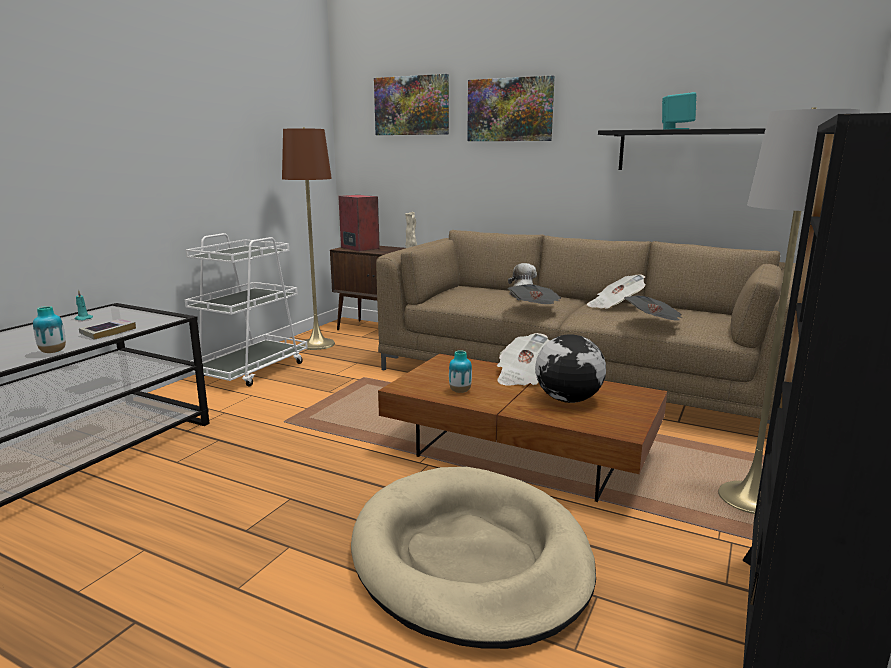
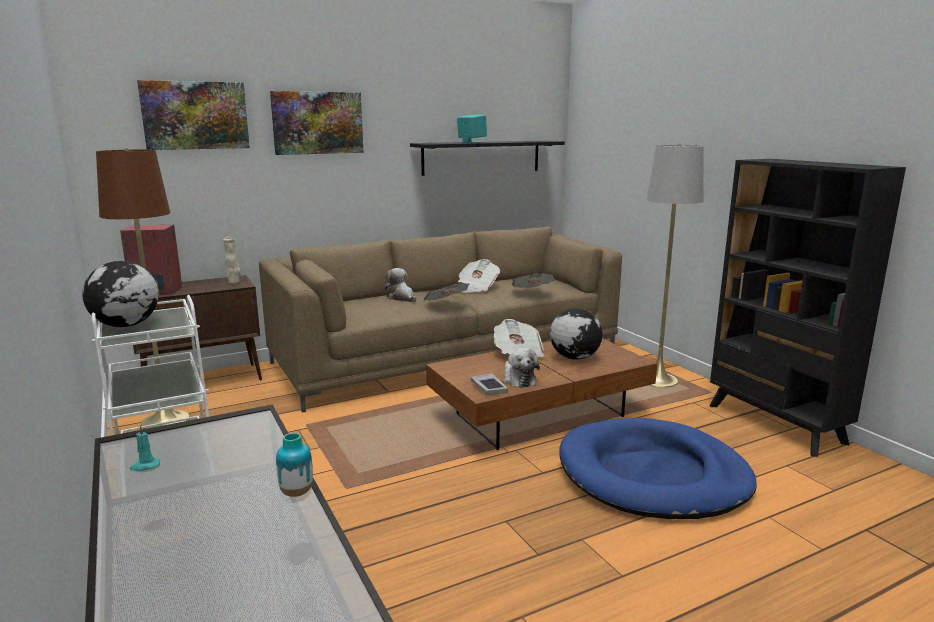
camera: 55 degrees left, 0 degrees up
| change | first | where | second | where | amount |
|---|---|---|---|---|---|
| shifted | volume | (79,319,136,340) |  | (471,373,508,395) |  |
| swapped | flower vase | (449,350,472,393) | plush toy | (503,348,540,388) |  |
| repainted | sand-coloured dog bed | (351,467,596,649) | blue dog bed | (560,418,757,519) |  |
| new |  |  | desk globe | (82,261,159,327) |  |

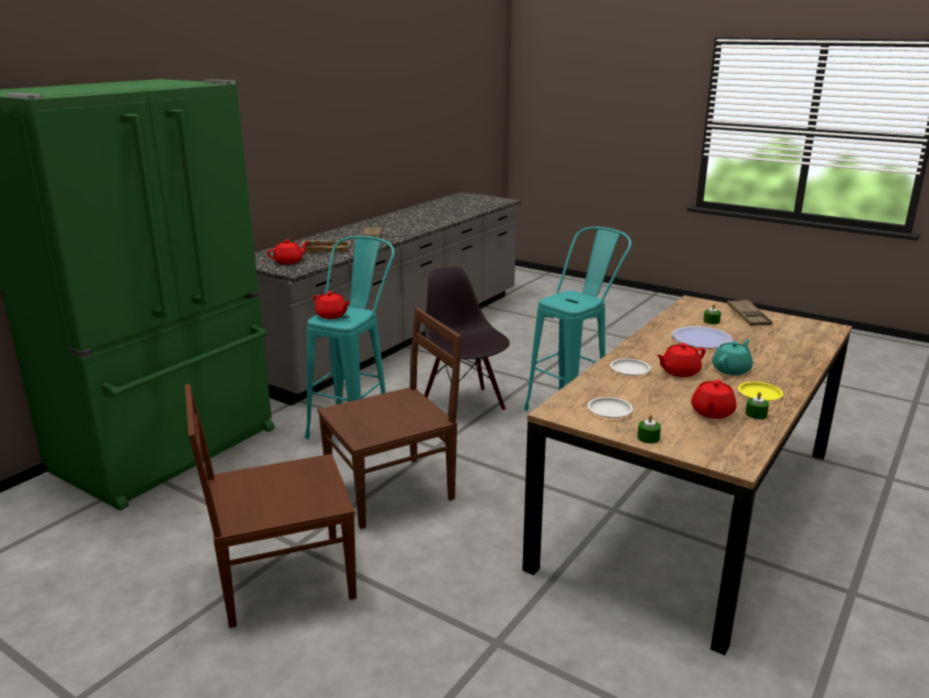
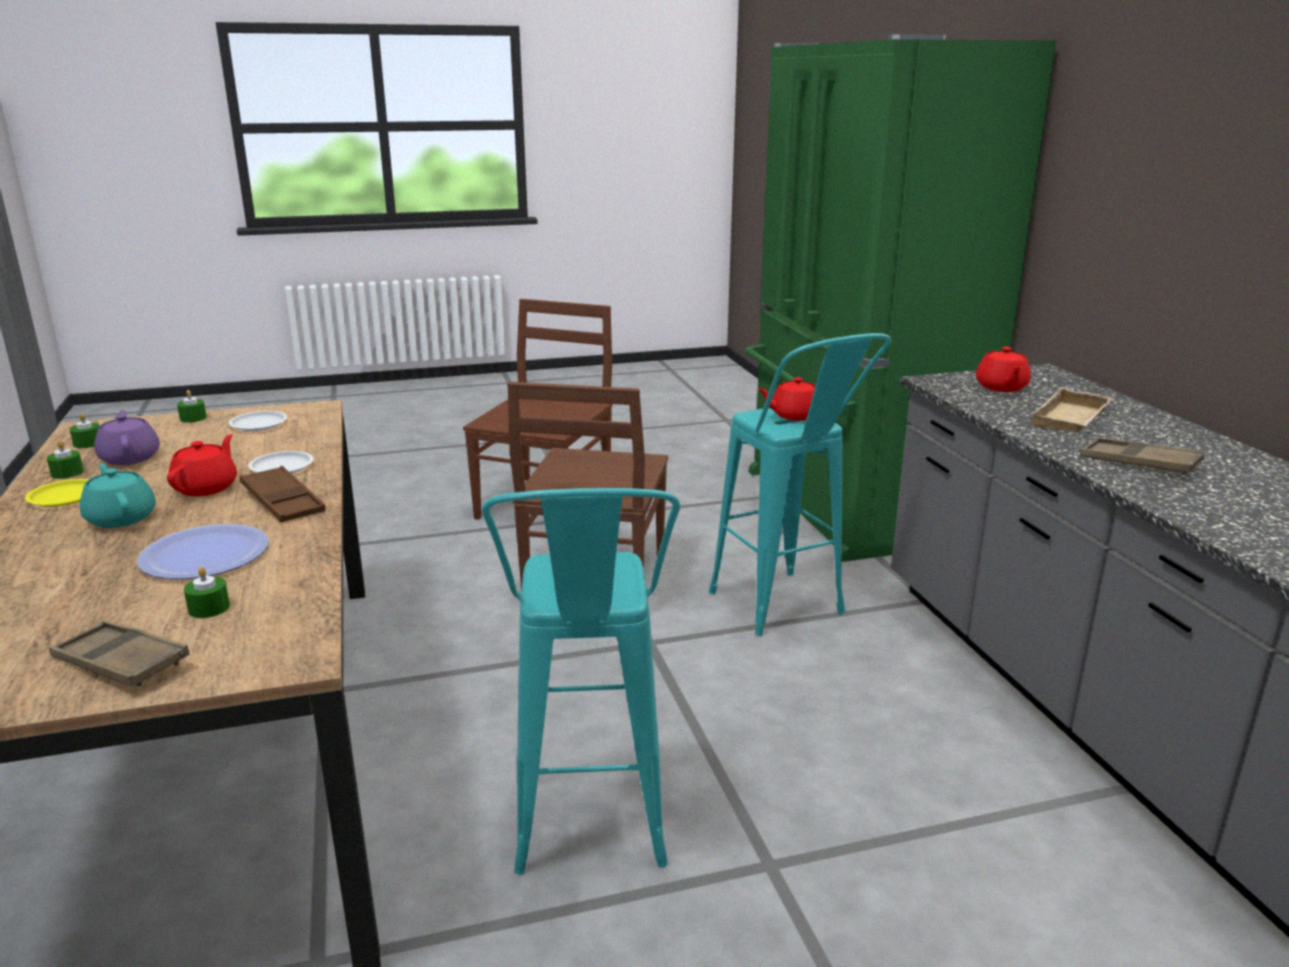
camera: 130 degrees right, 0 degrees up
| change | first | where | second | where | amount |
|---|---|---|---|---|---|
| gone | black upright chair | (424,267,510,416) |  |  |  |
| rotated | turquoise pot for tea | (712,339,753,375) |  | (80,463,156,528) | 150 degrees clockwise |
| repainted | red-coloured pot for tea | (691,380,736,419) | purple pot for tea | (94,410,160,465) |  |
| new |  |  | greenish wax candle | (70,413,100,448) |  |
| new |  |  | brownish tray | (239,466,326,523) |  |

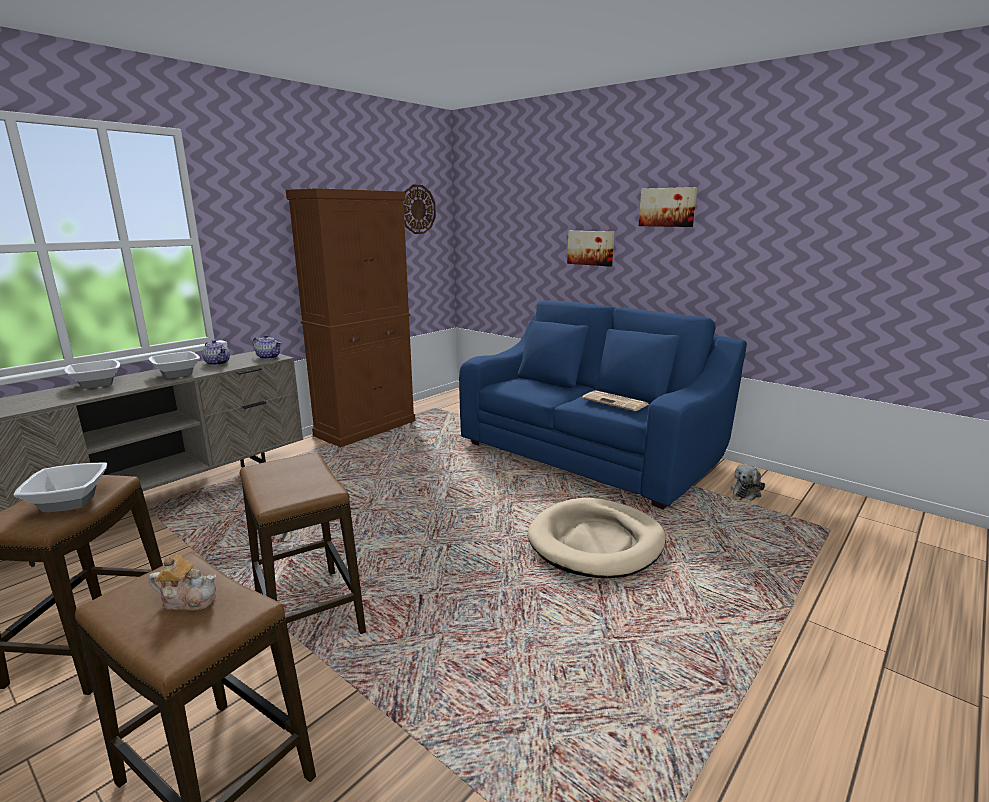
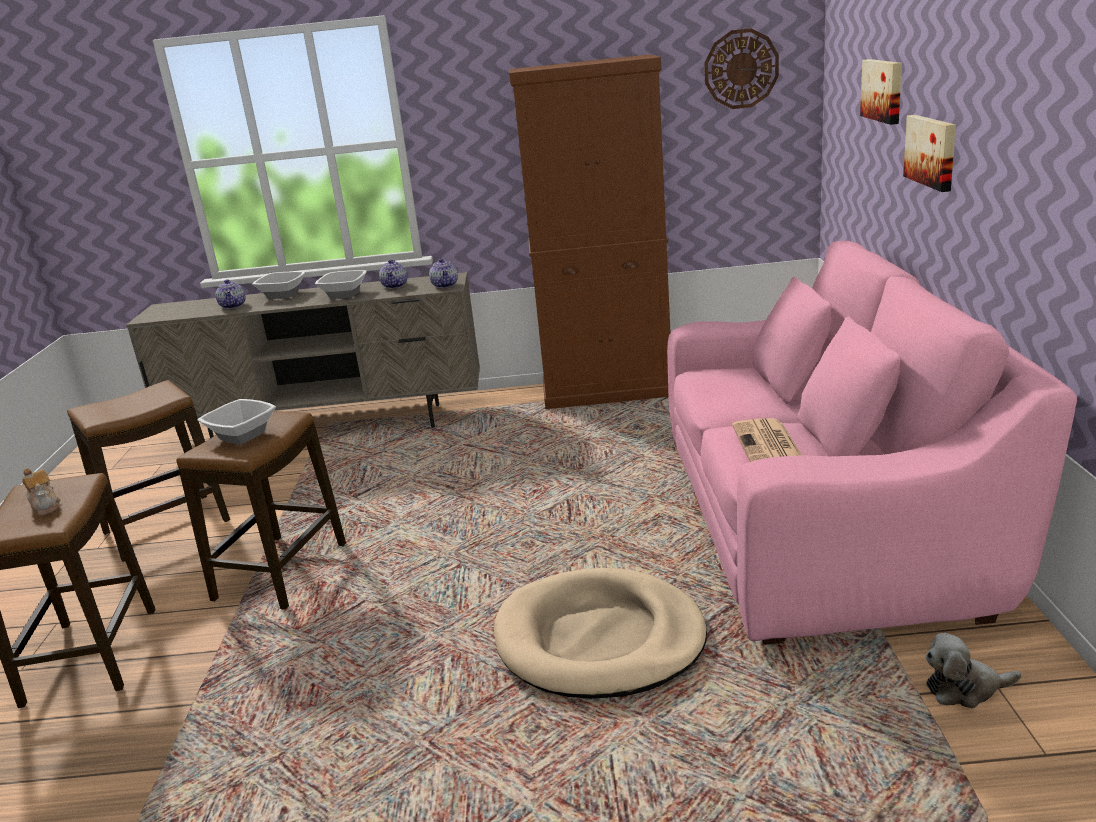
camera: 50 degrees right, 5 degrees up
| change | first | where | second | where | amount |
|---|---|---|---|---|---|
| shifted | picture | (639,187,697,227) |  | (860,59,902,125) |  |
| repainted | blue settee | (459,300,747,509) | pink-coloured settee | (667,241,1077,645) |  |
| shifted | serving bowl | (13,463,107,512) |  | (197,399,276,444) |  |
| new |  |  | pot for tea | (215,279,245,309) |  |

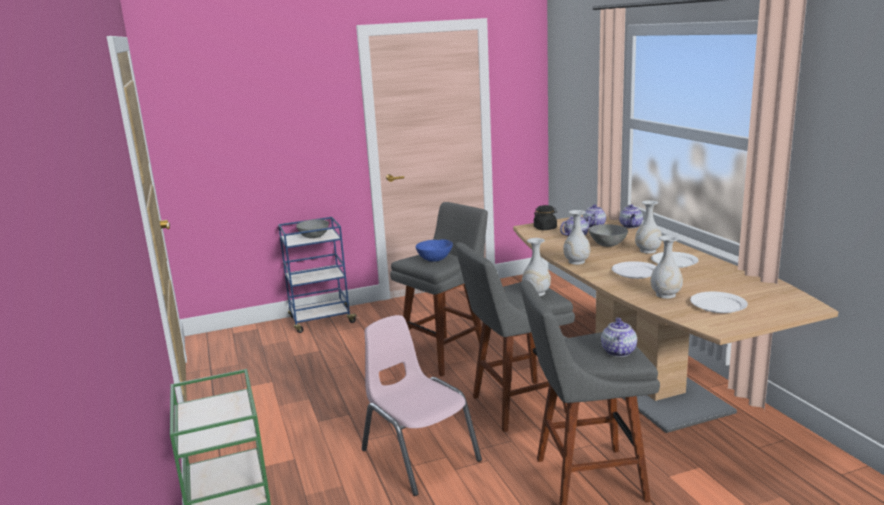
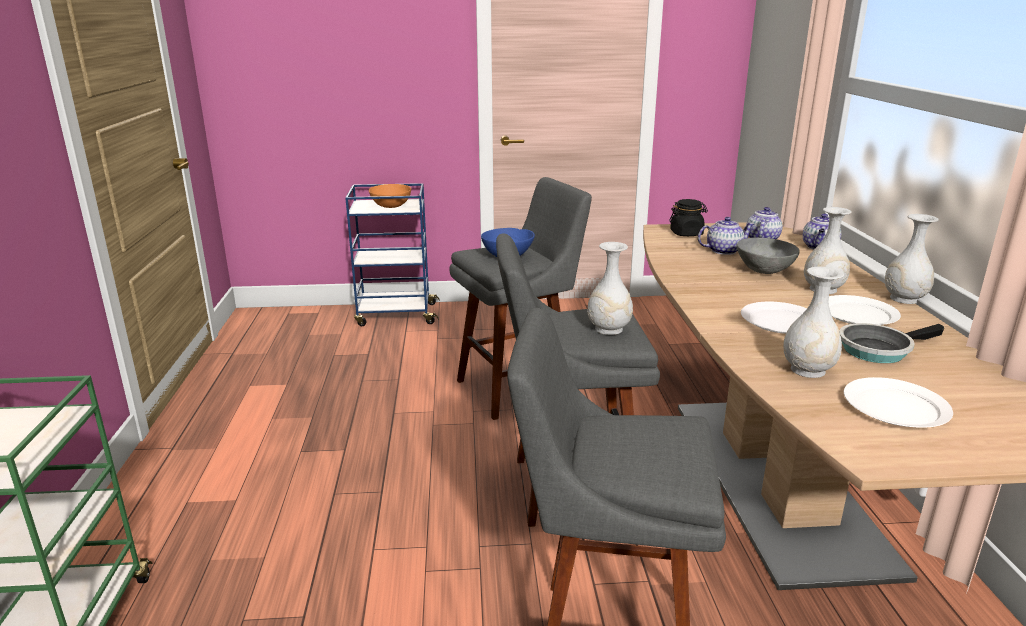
camera: 15 degrees right, 5 degrees up
| change | first | where | second | where | amount |
|---|---|---|---|---|---|
| shifted | white-coloured flower vase | (563,210,590,265) |  | (885,214,939,304) |  |
| repainted | gray serving bowl | (296,219,329,238) | orange serving bowl | (369,184,411,208) |  |
| gone | pink-coloured upright chair | (362,315,482,496) |  |  |  |
| gone | pot for tea | (601,318,637,357) |  |  |  |
| new |  |  | frying pan | (839,323,944,363) |  |

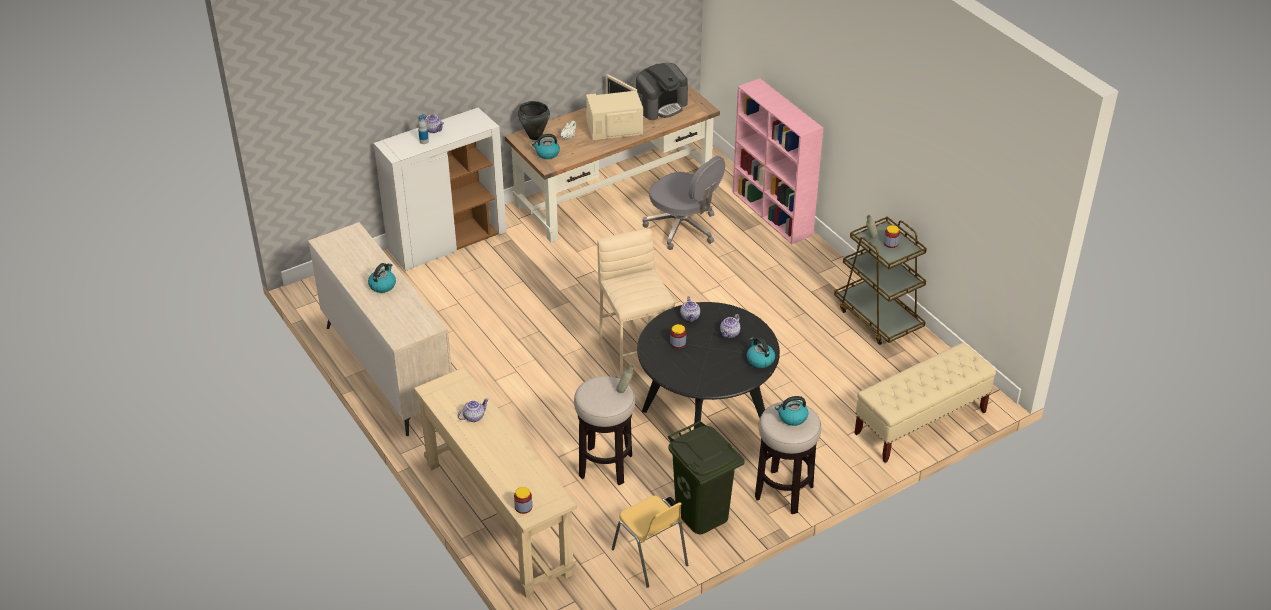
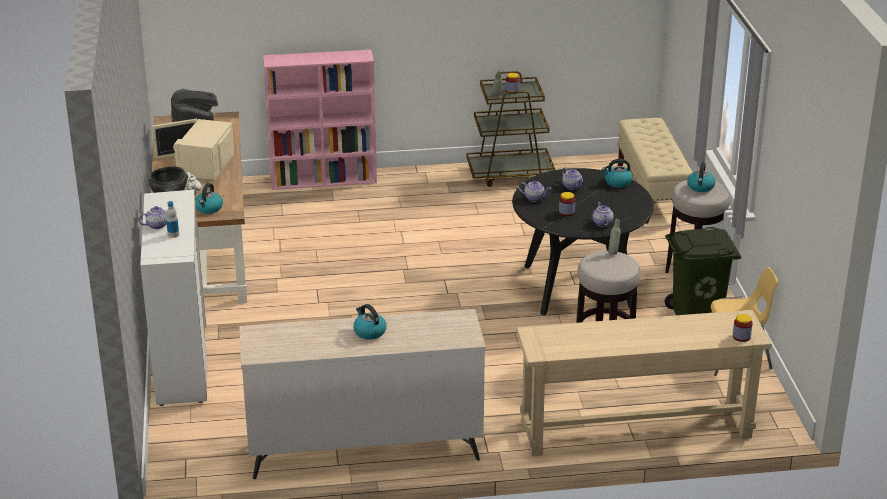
camera: 65 degrees left, 10 degrees down
| change | first | where | second | where | amount |
|---|---|---|---|---|---|
| gone | gray desk chair | (643,156,725,250) |  |  |  |
| gone | sand-coloured sitting stool | (597,228,675,379) |  |  |  |
| shifted | pot for tea | (458,398,489,422) |  | (593,202,614,227) |  |

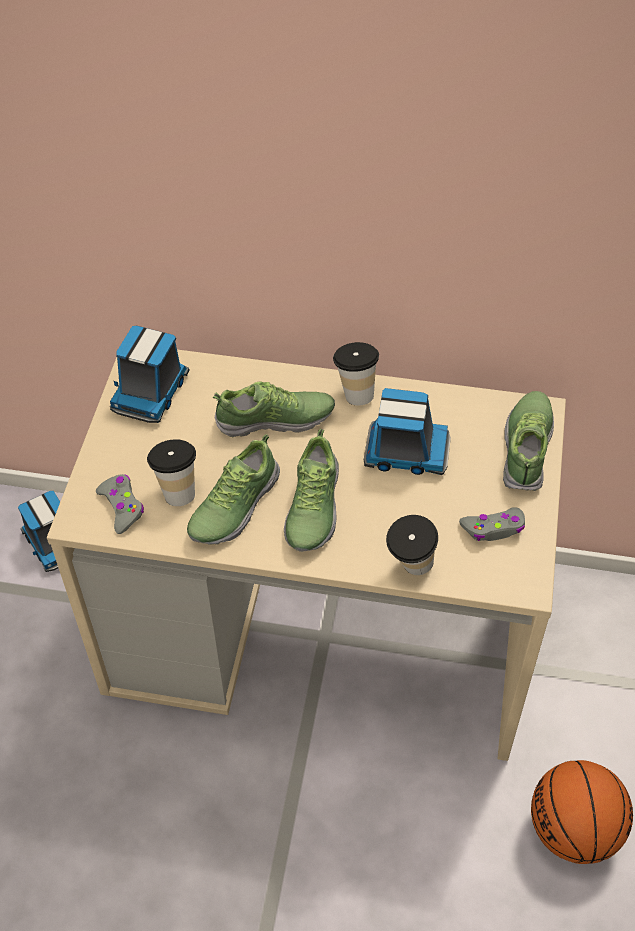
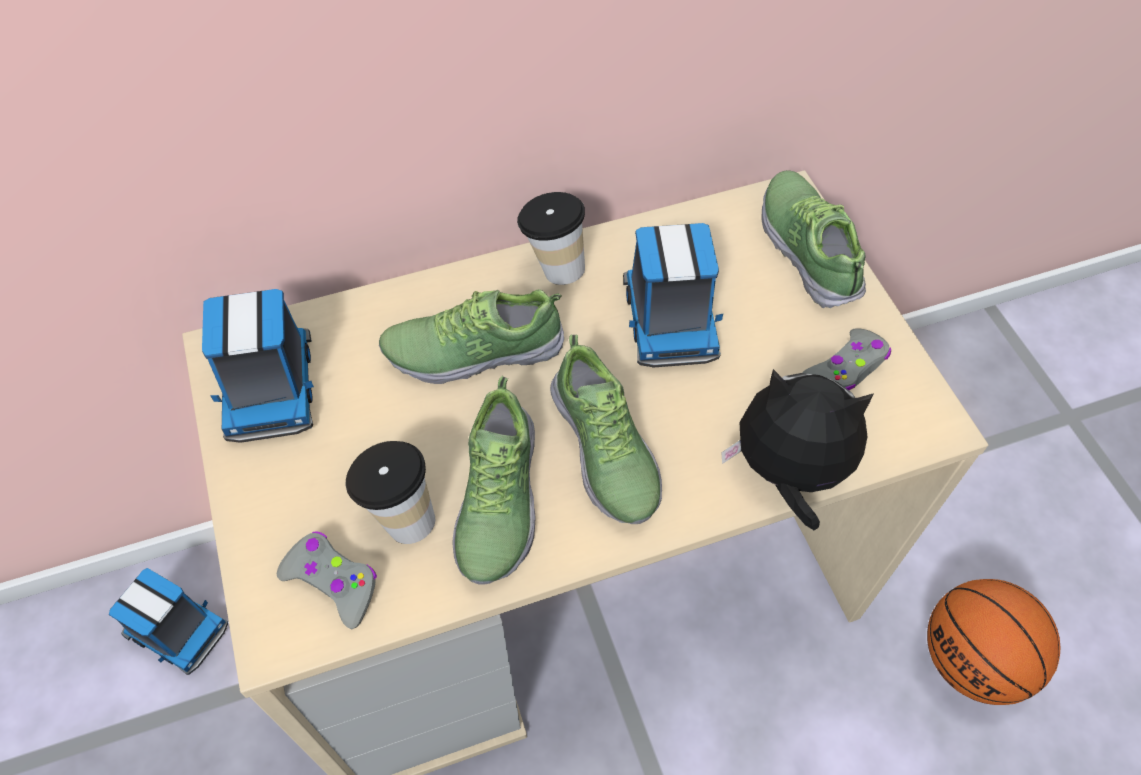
camera: 30 degrees left, 5 degrees up
| change | first | where | second | where | amount |
|---|---|---|---|---|---|
| rotated | low shoe | (213,381,335,437) |  | (379,289,564,384) | 150 degrees counterclockwise |
| rotated | toy truck | (364,388,451,475) |  | (623,223,723,367) | 105 degrees clockwise |
| swapped | small cup | (386,515,438,575) | plush toy | (721,369,874,530) |  |

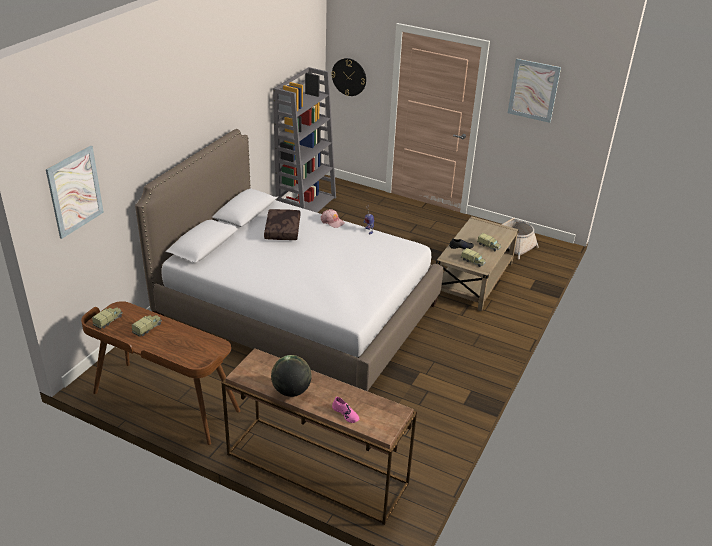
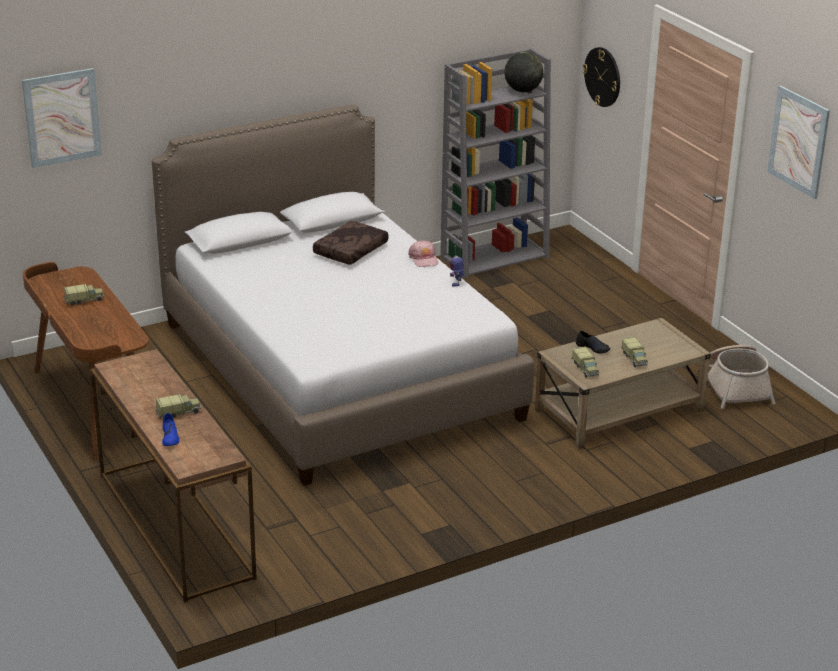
camera: 35 degrees right, 5 degrees down
| change | first | where | second | where | amount |
|---|---|---|---|---|---|
| shifted | toy truck | (92,307,123,329) |  | (155,394,201,419) |  |
| shifted | desk globe | (271,355,312,397) |  | (504,52,543,92) |  |
| repainted | pink-coloured low shoe | (332,397,359,423) | blue low shoe | (162,413,180,446) |  |

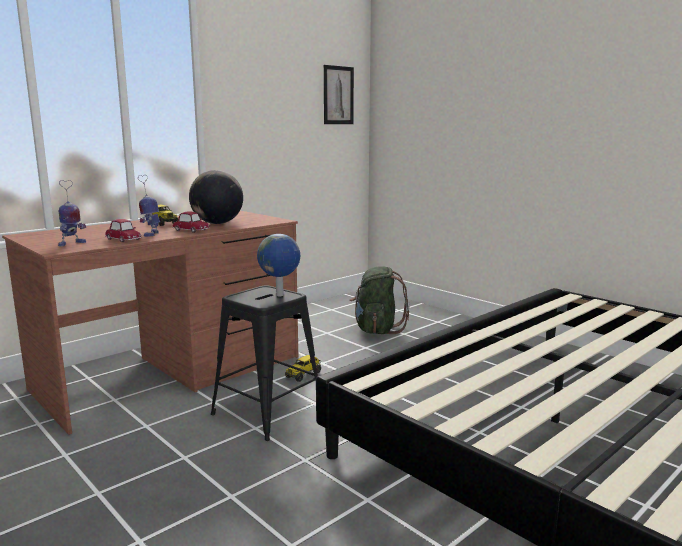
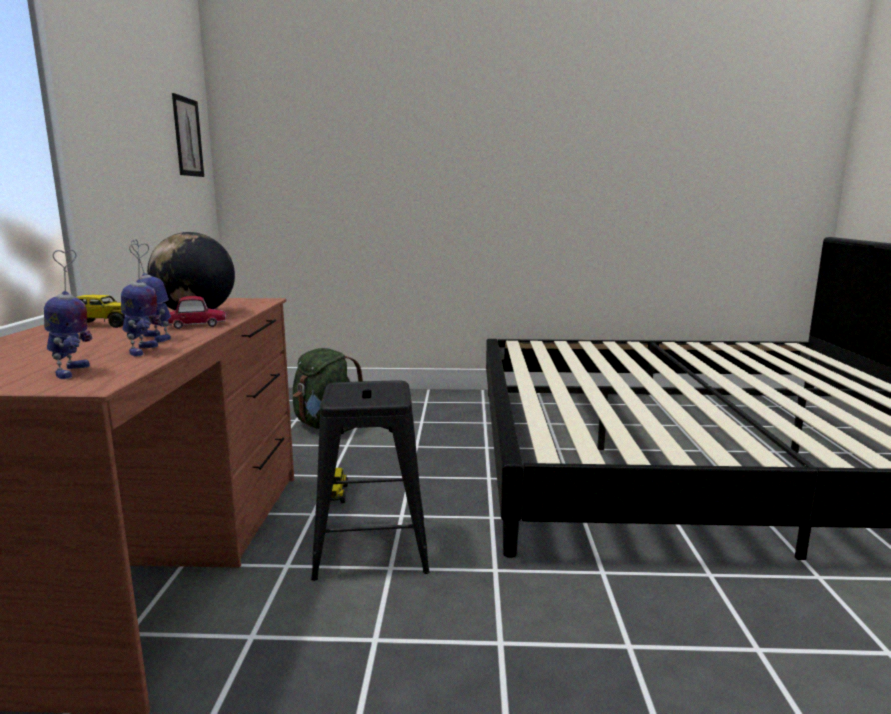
camera: 45 degrees left, 0 degrees up
| change | first | where | second | where | amount |
|---|---|---|---|---|---|
| swapped | toy car | (105,219,141,242) | robot figure | (121,243,161,356) |  |
| gone | desk globe | (257,234,300,296) |  |  |  |

